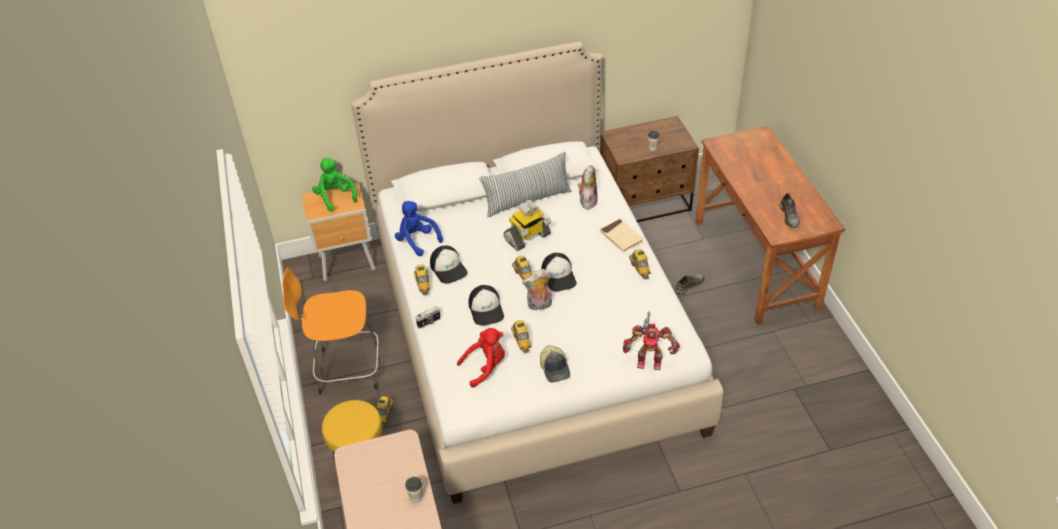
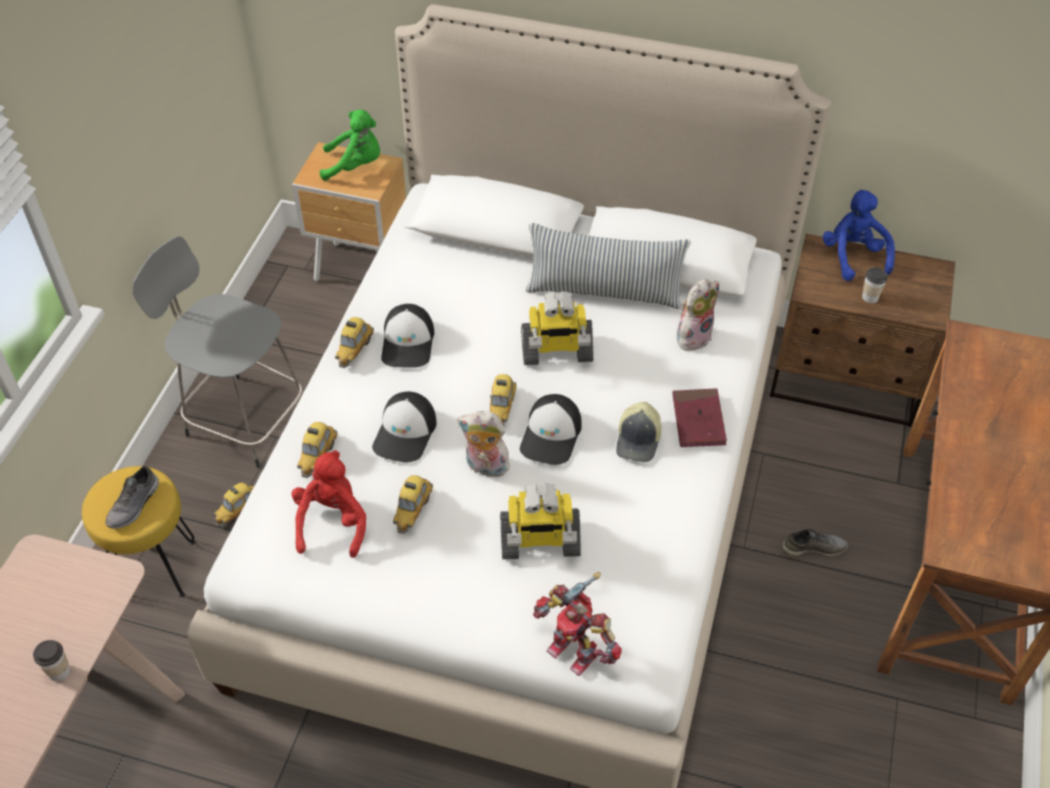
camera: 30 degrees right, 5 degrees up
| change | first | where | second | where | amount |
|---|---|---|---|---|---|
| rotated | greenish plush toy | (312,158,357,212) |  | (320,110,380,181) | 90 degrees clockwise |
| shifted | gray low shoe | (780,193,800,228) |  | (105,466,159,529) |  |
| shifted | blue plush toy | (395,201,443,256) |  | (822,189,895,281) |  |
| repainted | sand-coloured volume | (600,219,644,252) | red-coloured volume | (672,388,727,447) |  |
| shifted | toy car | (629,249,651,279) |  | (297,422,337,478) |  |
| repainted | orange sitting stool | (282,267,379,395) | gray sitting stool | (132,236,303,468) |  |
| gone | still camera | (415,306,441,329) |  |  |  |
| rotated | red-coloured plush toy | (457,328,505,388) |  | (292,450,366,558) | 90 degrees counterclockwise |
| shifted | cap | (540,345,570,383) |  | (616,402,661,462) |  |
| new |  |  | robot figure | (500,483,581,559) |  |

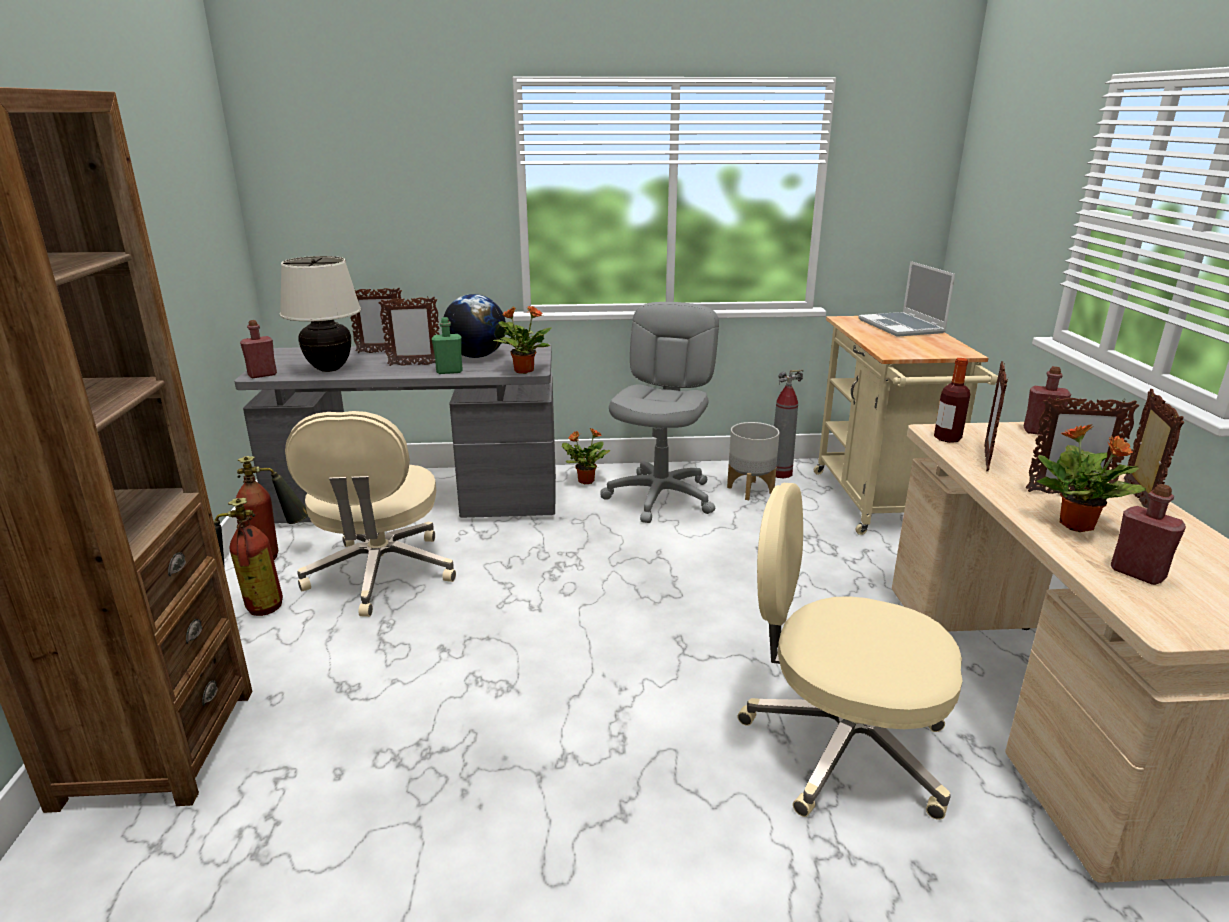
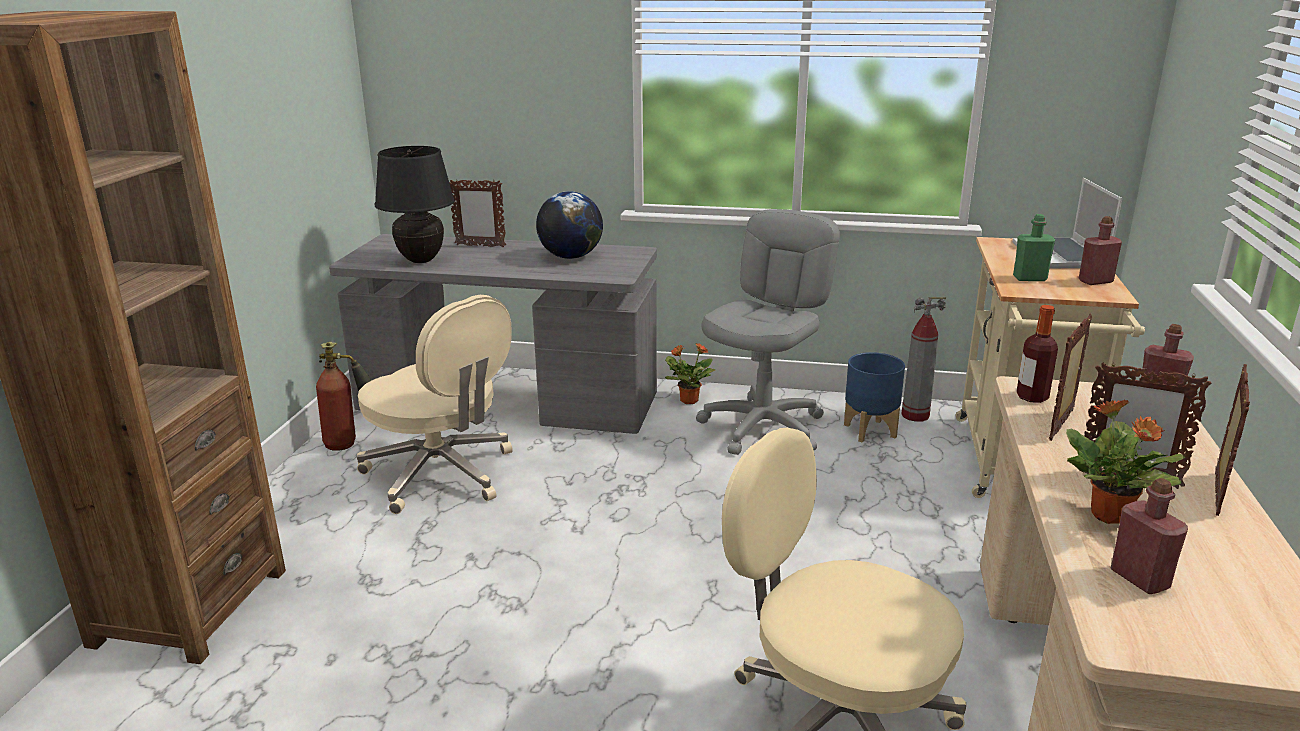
camera: 15 degrees right, 0 degrees up
| change | first | where | second | where | amount |
|---|---|---|---|---|---|
| repainted | sand-coloured lamp for a table | (280,256,361,372) | black lamp for a table | (374,146,455,263) |  |
| gone | standing frame | (378,297,439,366) |  |  |  |
| gone | plant in a pot | (492,306,552,374) |  |  |  |
| shifted | greenish beverage bottle | (432,317,463,374) |  | (1013,214,1055,281) |  |
| shifted | red-coloured beverage bottle | (240,320,277,378) |  | (1079,216,1122,285) |  |
| rotated | sand-coloured desk chair | (285,411,456,617) |  | (357,295,513,514) | 60 degrees counterclockwise |
| repainted | gray planter | (727,422,780,500) | blue planter | (844,352,905,442) |  |
| gone | extinguisher | (213,498,283,616) |  |  |  |

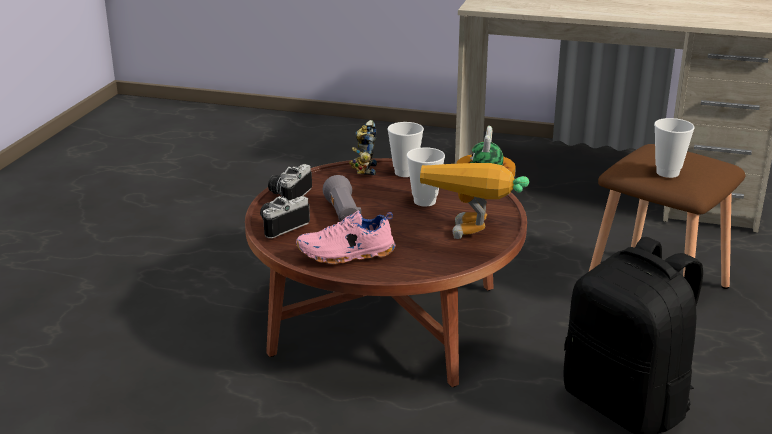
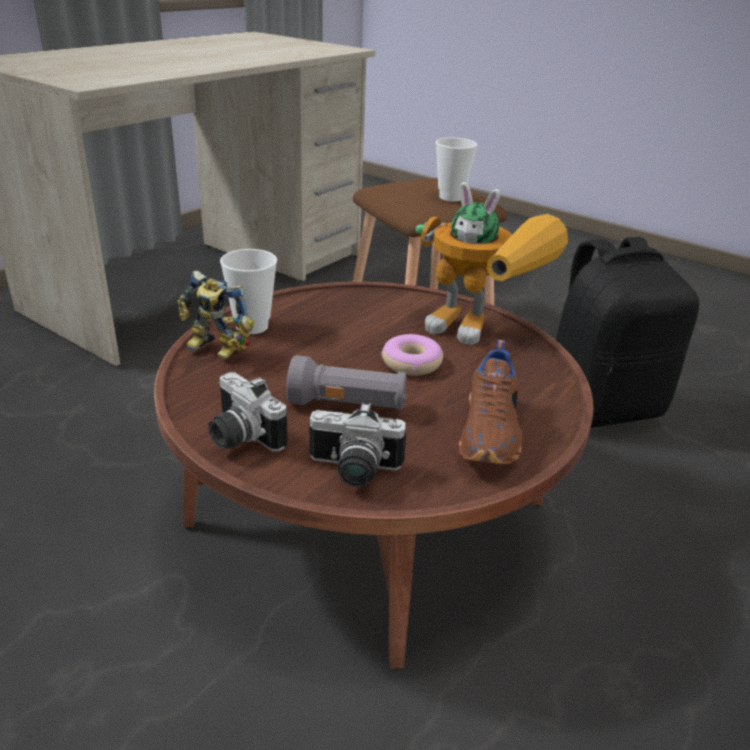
camera: 70 degrees left, 5 degrees up
| change | first | where | second | where | amount |
|---|---|---|---|---|---|
| gone | small cup | (407,147,445,207) |  |  |  |
| rotated | still camera | (260,196,310,238) |  | (309,403,406,487) | 60 degrees counterclockwise |
| repainted | pink-coloured low shoe | (296,211,396,265) | brownish low shoe | (459,339,522,464) |  |
| new |  |  | ring doughnut | (381,334,443,375) |  |

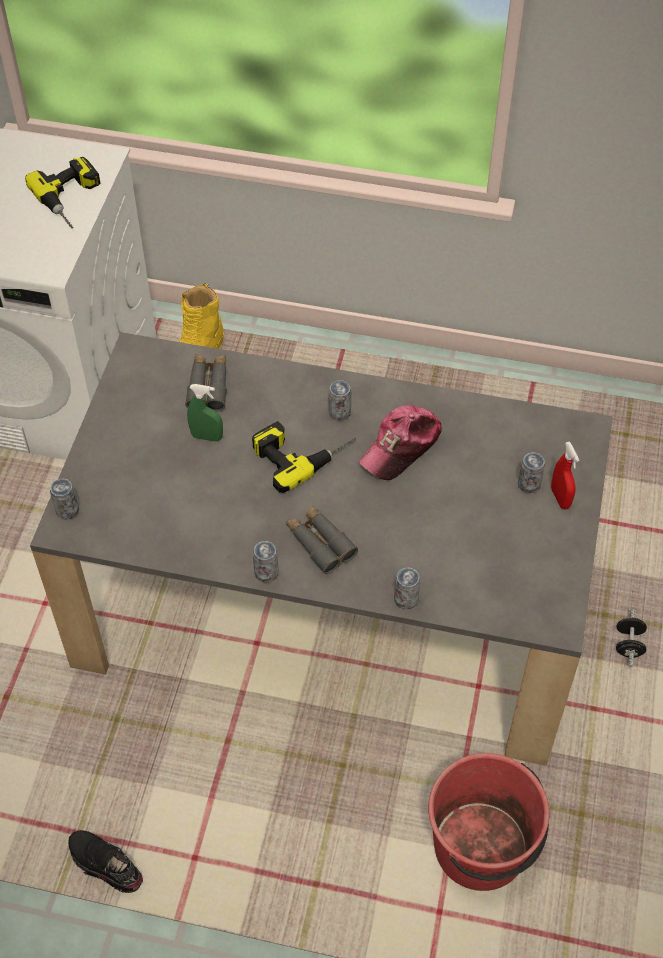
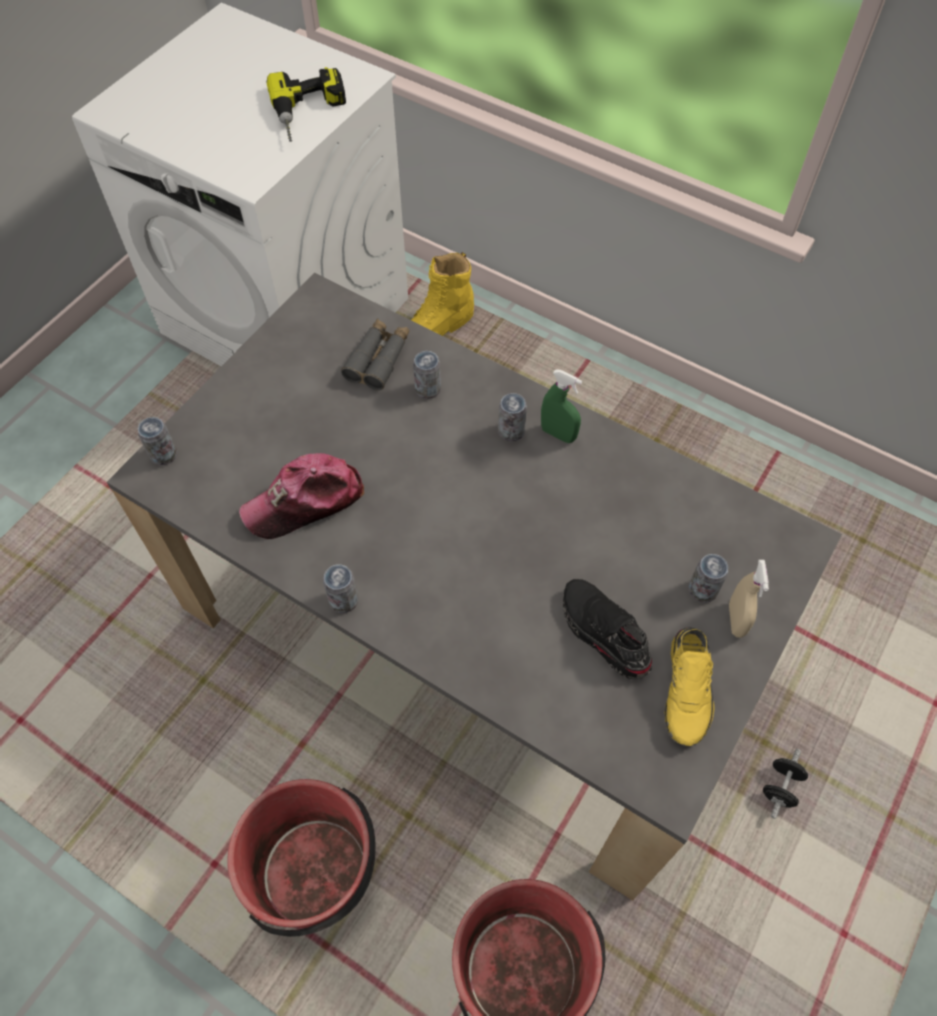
camera: 20 degrees right, 5 degrees up
| change | first | where | second | where | amount |
|---|---|---|---|---|---|
| shifted | greenish hand sprayer | (187,384,223,442) |  | (541,369,582,443) |  |
| shifted | cap | (359,405,442,480) |  | (239,453,364,539) |  |
| gone | power drill | (252,421,356,493) |  |  |  |
| repainted | red-coloured hand sprayer | (551,442,579,509) | sand-coloured hand sprayer | (729,560,769,638) |  |
| gone | gray field glasses | (286,505,358,574) |  |  |  |
| shifted | sealed can | (394,568,420,609) |  | (413,351,441,399) |  |
| shifted | black low shoe | (68,830,143,893) |  | (563,579,652,680) |  |
| new |  |  | yellowish low shoe | (665,627,715,746) |  |
| new |  |  | red-coloured water bucket | (227,779,376,937) |  |

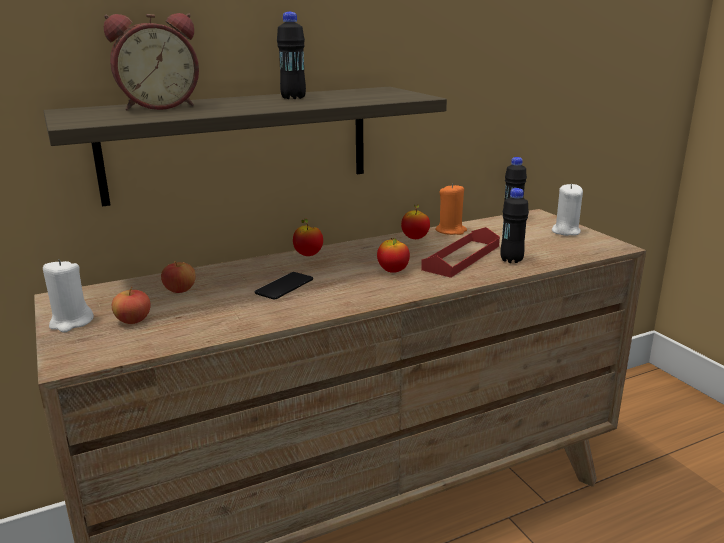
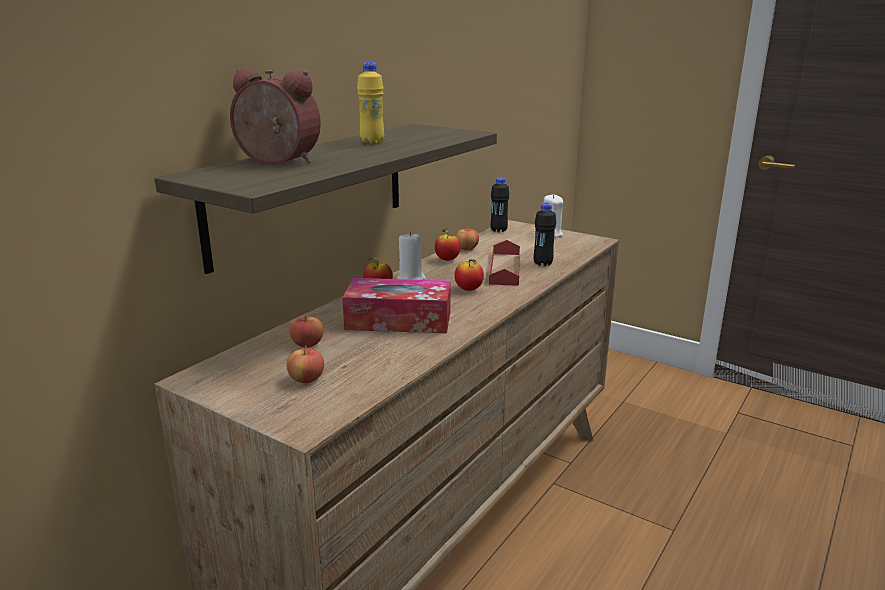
camera: 30 degrees left, 0 degrees up
| change | first | where | second | where | amount |
|---|---|---|---|---|---|
| repainted | black beverage bottle | (277,11,306,99) | yellowish beverage bottle | (357,62,384,144) |  |
| rotated | table clock | (104,13,199,111) |  | (230,69,321,165) | 105 degrees counterclockwise |
| swapped | orange wax candle | (435,183,467,235) | apple fruit | (456,226,479,250) |  |
| shifted | white-coloured wax candle | (43,259,94,332) |  | (397,231,426,280) |  |
| swapped | phone | (255,272,313,300) | tissue box | (342,278,451,333) |  |

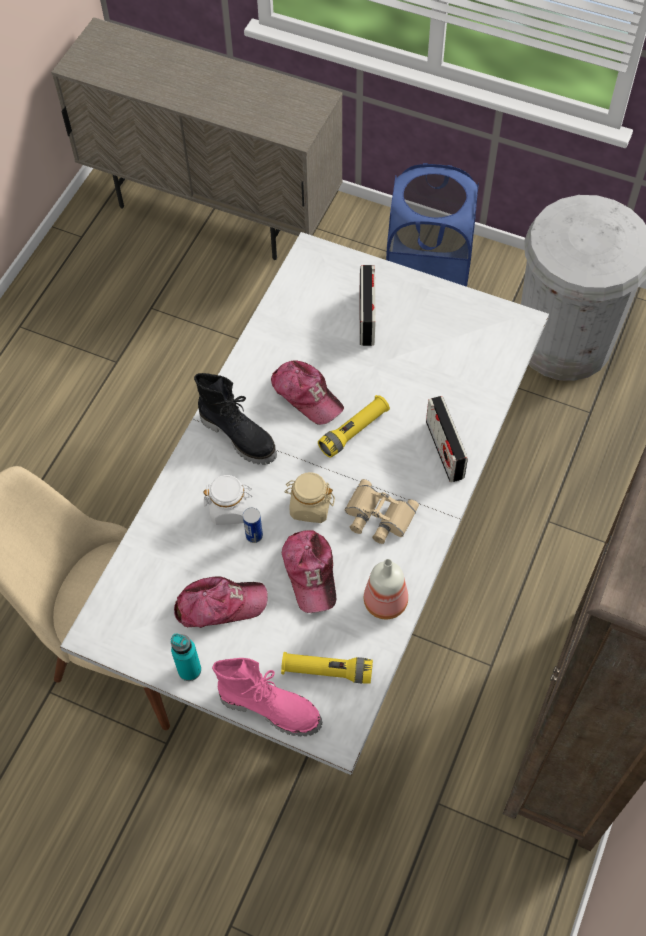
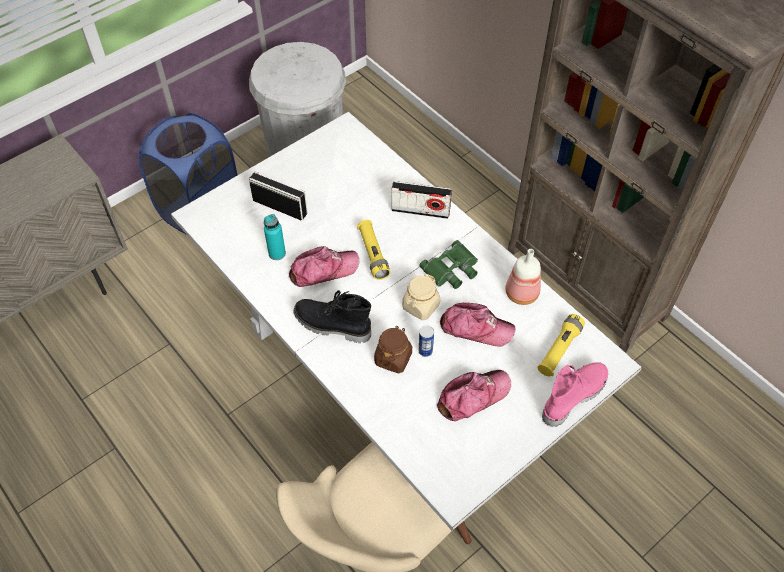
camera: 65 degrees left, 5 degrees down
| change | first | where | second | where | amount |
|---|---|---|---|---|---|
| rotated | black tall boot | (194,373,277,465) |  | (294,290,371,343) | 135 degrees counterclockwise |
| repainted | white-coloured preserve jar | (204,475,252,525) | brownish preserve jar | (374,326,412,373) |  |
| repainted | sand-coloured field glasses | (345,479,419,544) | greenish field glasses | (419,240,478,289) |  |
| rotated | cap | (174,577,268,628) |  | (437,370,511,421) | 45 degrees clockwise |
| shifted | turquoise beverage bottle | (171,634,201,681) |  | (264,214,286,260) |  |

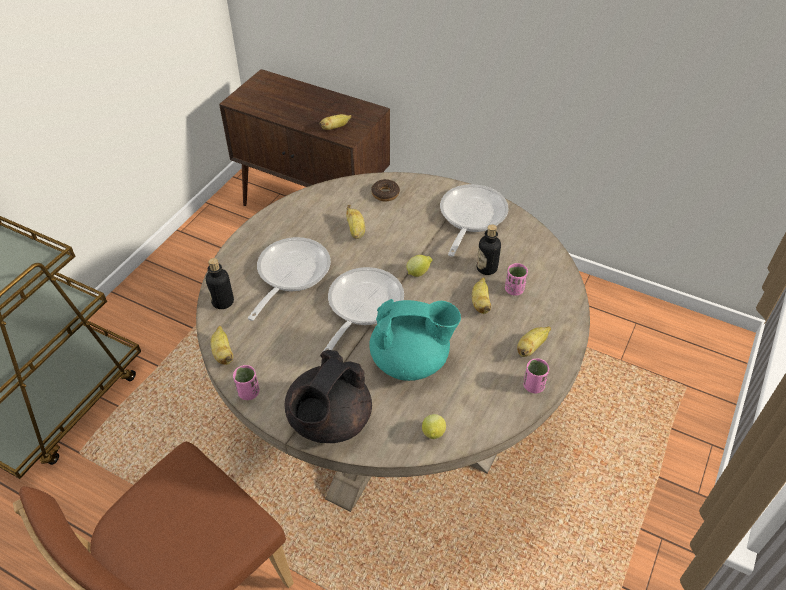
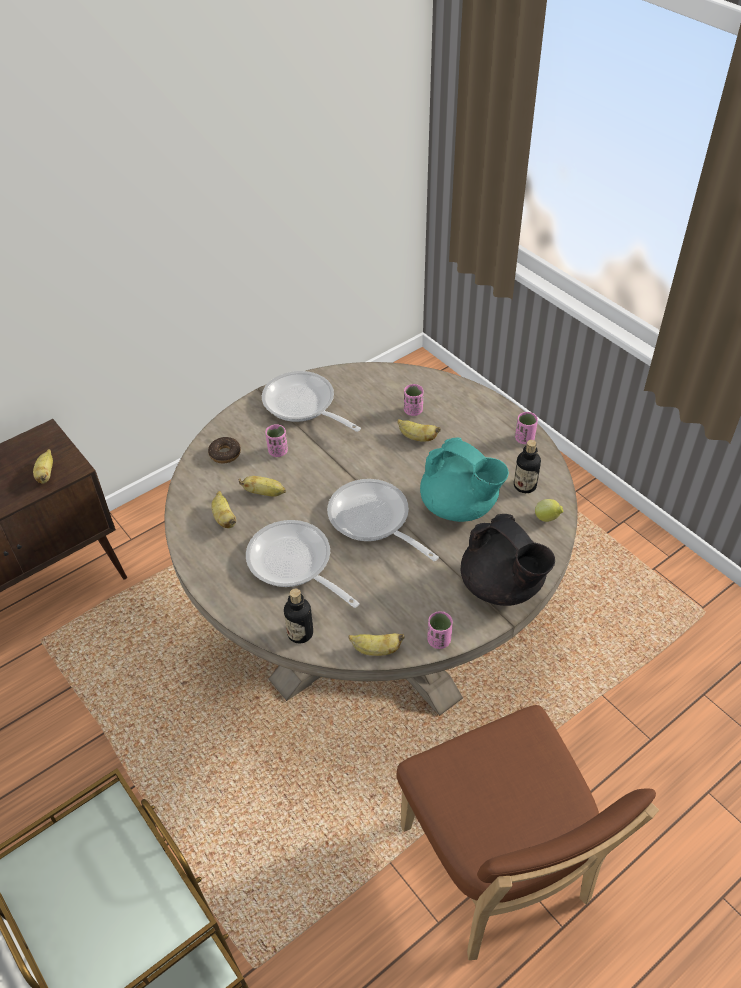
camera: 65 degrees left, 0 degrees up
| change | first | where | second | where | amount |
|---|---|---|---|---|---|
| shifted | beverage bottle | (477,224,501,275) |  | (514,440,541,493) |  |
| gone | whole lemon | (407,255,432,277) |  |  |  |
| rotated | turquoise pot for tea | (369,299,461,381) |  | (420,438,509,522) | 105 degrees clockwise |
| shifted | whole banana | (517,326,551,357) |  | (211,491,236,528) |  |
| new |  |  | pink-coloured small cup | (265,424,288,457) |  |

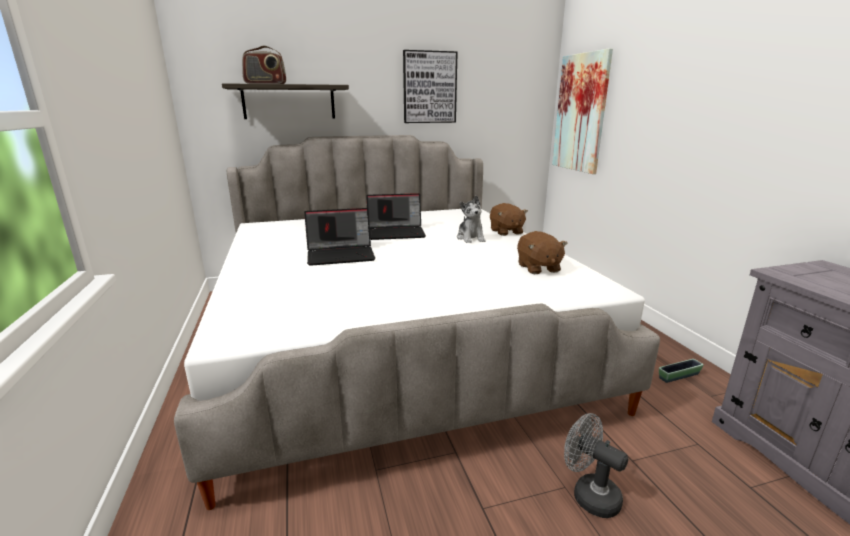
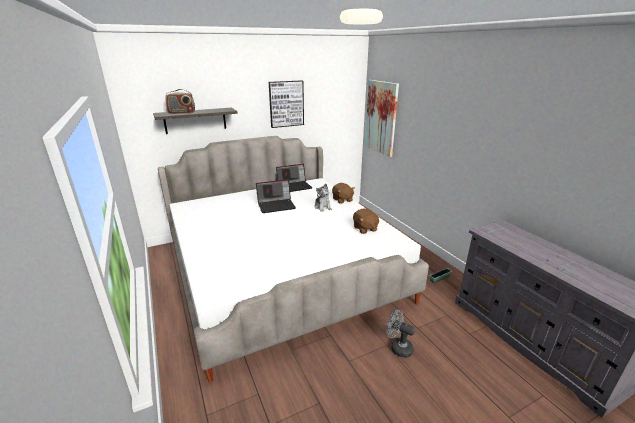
camera: 10 degrees left, 5 degrees up
| change | first | where | second | where | amount |
|---|---|---|---|---|---|
| shifted | notebook computer | (304,208,375,266) |  | (276,164,312,192) |  |

